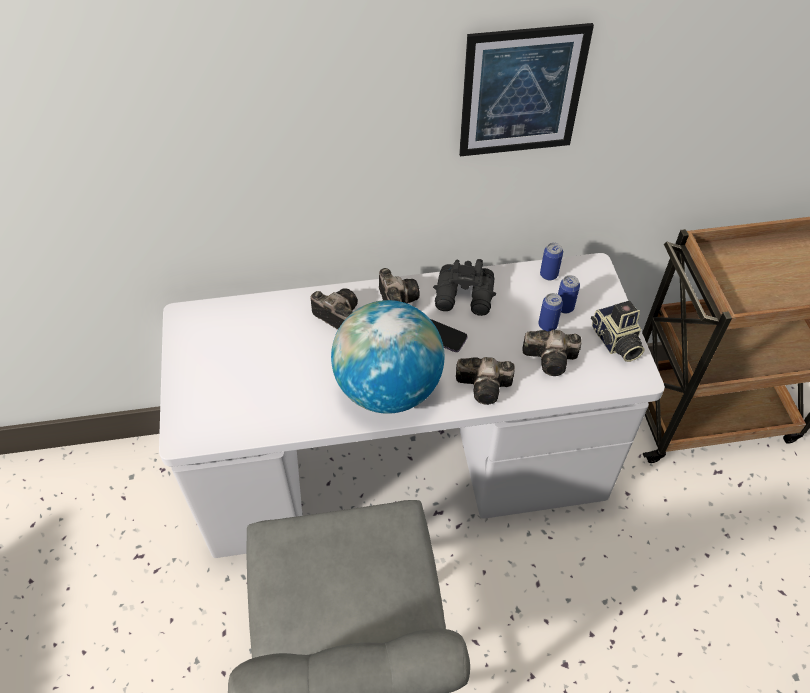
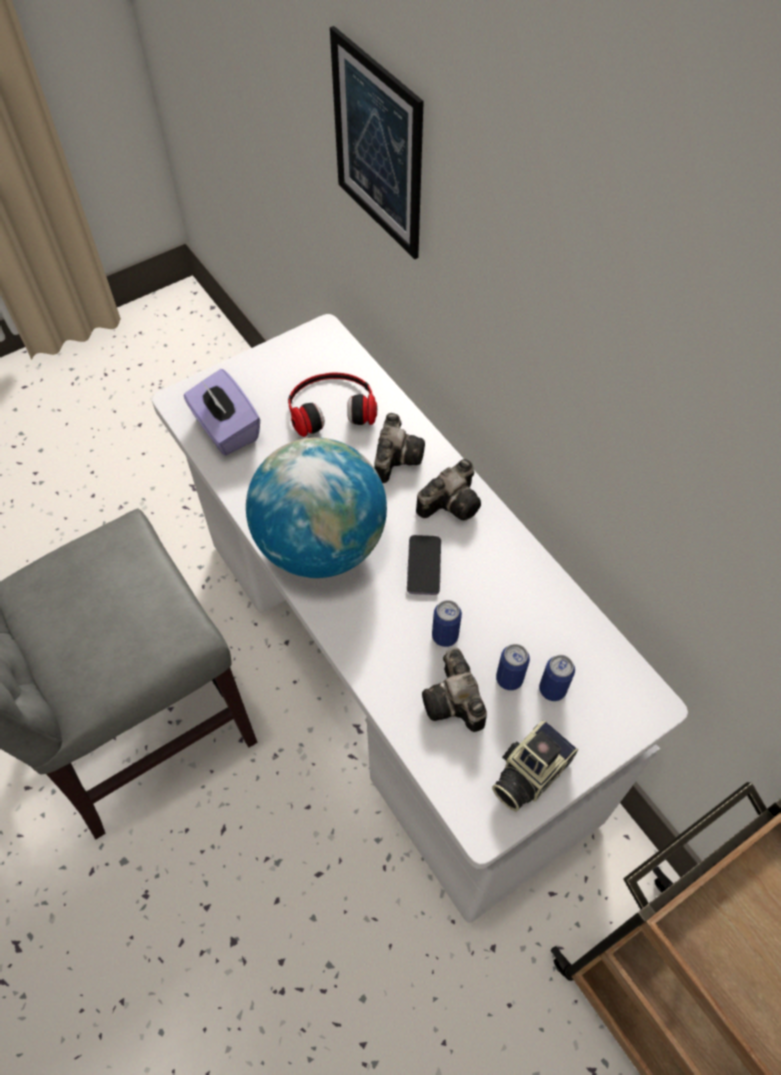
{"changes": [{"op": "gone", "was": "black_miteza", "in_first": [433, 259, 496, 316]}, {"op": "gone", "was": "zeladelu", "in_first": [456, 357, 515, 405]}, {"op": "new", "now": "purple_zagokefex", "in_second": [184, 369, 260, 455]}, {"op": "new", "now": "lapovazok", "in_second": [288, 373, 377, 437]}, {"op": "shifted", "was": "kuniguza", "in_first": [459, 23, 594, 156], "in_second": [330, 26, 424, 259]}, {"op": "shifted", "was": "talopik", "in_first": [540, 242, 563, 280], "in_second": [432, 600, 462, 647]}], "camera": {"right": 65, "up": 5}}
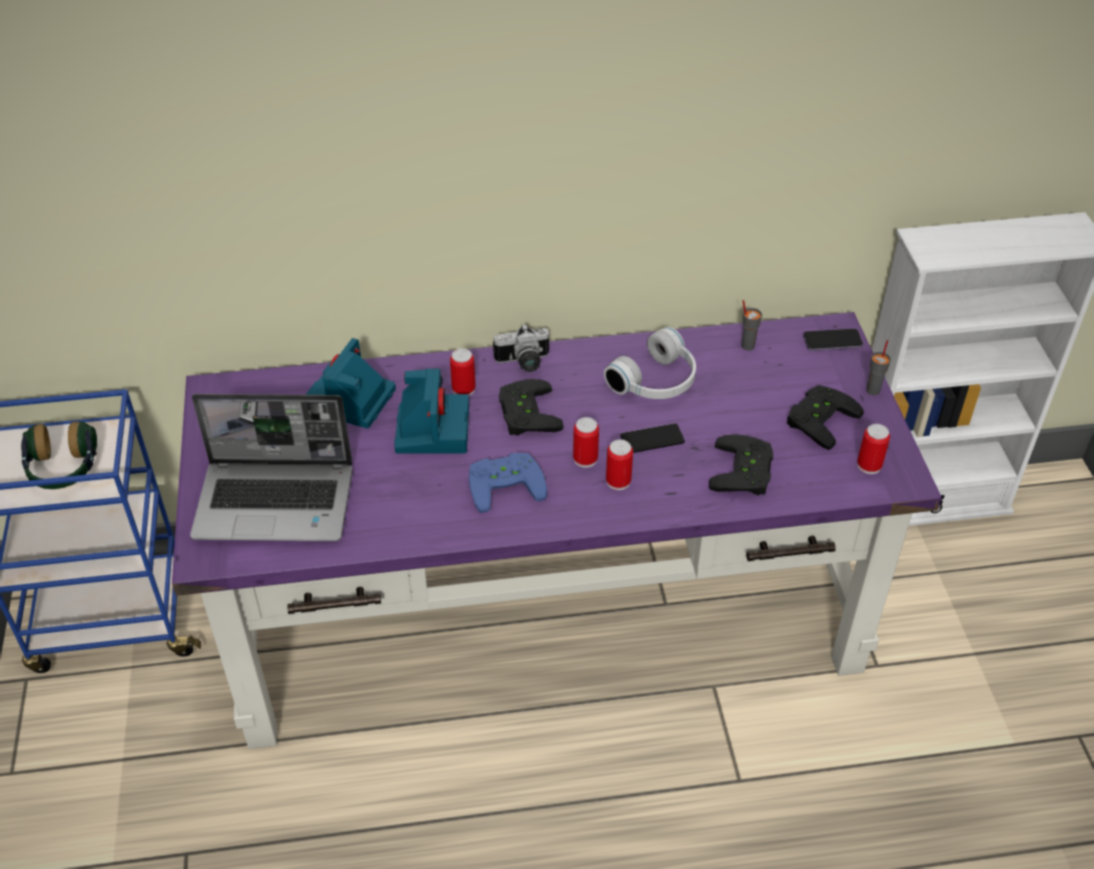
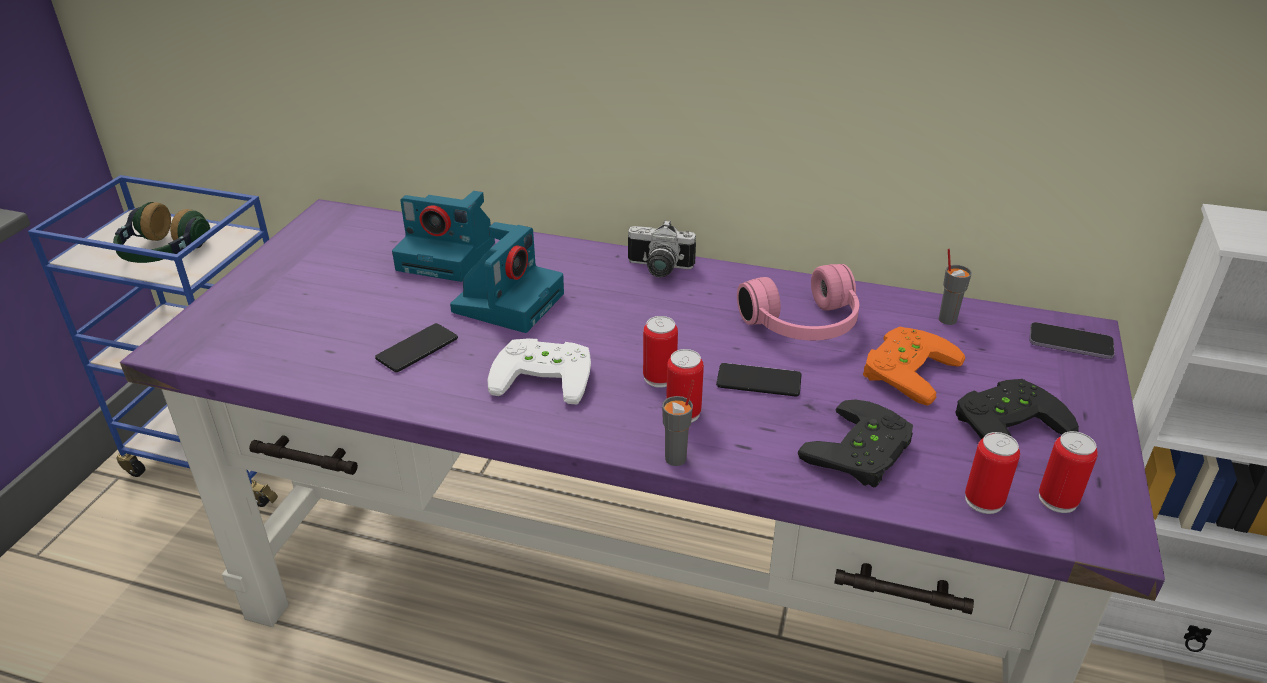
{"changes": [{"op": "gone", "was": "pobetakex", "in_first": [190, 394, 353, 541]}, {"op": "gone", "was": "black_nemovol", "in_first": [499, 379, 564, 436]}, {"op": "new", "now": "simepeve", "in_second": [375, 323, 458, 372]}, {"op": "new", "now": "orange_nemovol", "in_second": [863, 327, 965, 406]}, {"op": "shifted", "was": "talopik", "in_first": [450, 348, 476, 396], "in_second": [965, 432, 1020, 514]}, {"op": "shifted", "was": "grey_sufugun", "in_first": [866, 340, 891, 395], "in_second": [662, 380, 694, 466]}, {"op": "repainted", "was": "blue_nemovol", "now": "white_nemovol", "in_first": [469, 453, 547, 513], "in_second": [487, 338, 591, 405]}, {"op": "repainted", "was": "white_lapovazok", "now": "pink_lapovazok", "in_first": [604, 327, 696, 399], "in_second": [737, 264, 859, 341]}, {"op": "rotated", "was": "zeladelu", "in_first": [306, 338, 396, 429], "in_second": [392, 191, 495, 282], "clockwise": -120}], "camera": {"right": 25, "up": -10}}
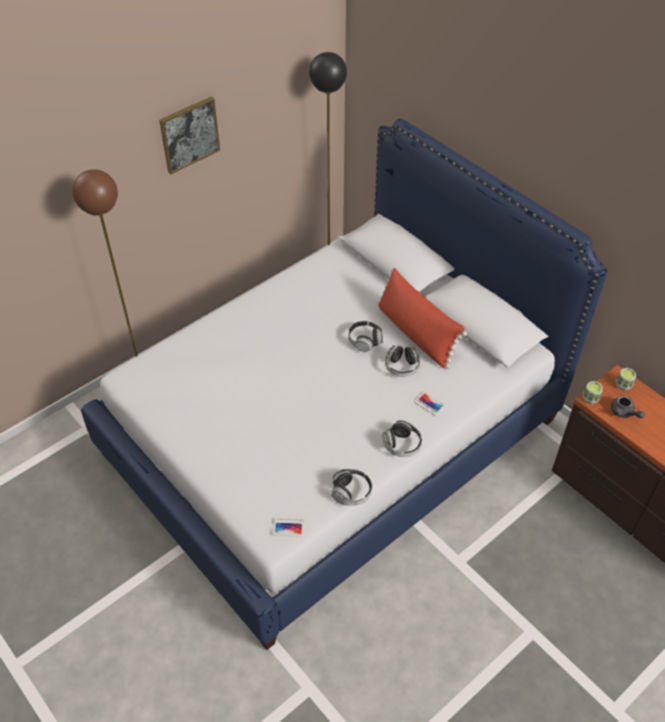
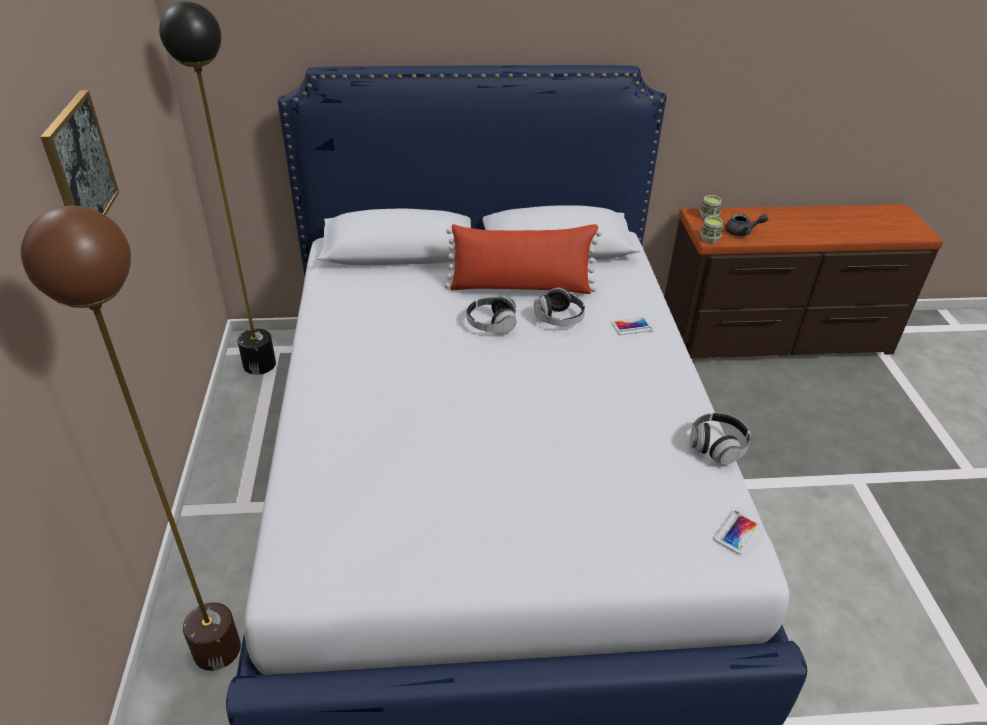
{"changes": [{"op": "gone", "was": "lapovazok", "in_first": [382, 420, 422, 457]}], "camera": {"right": -55, "up": -10}}
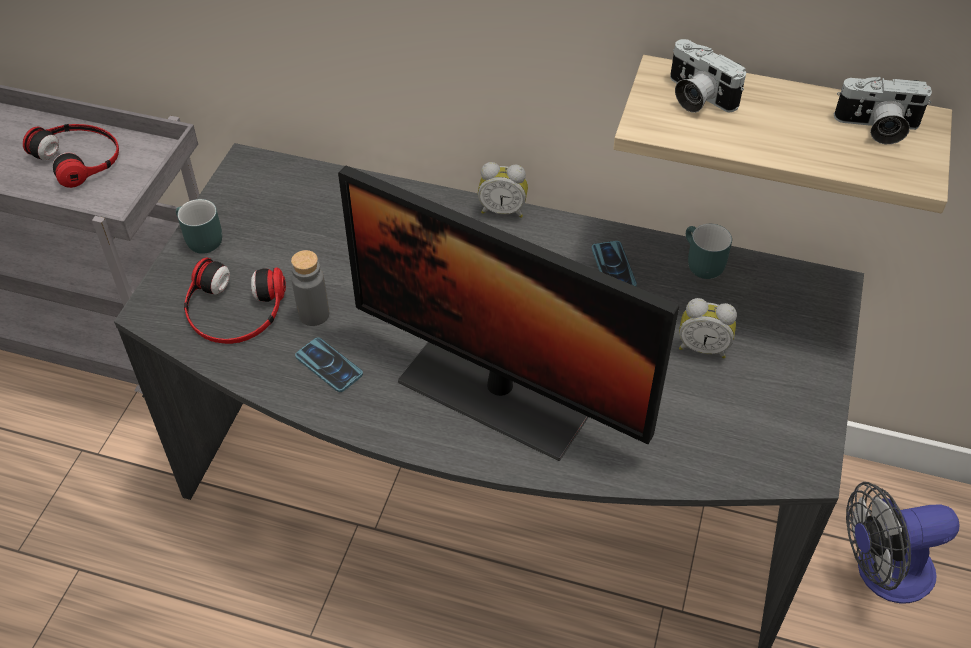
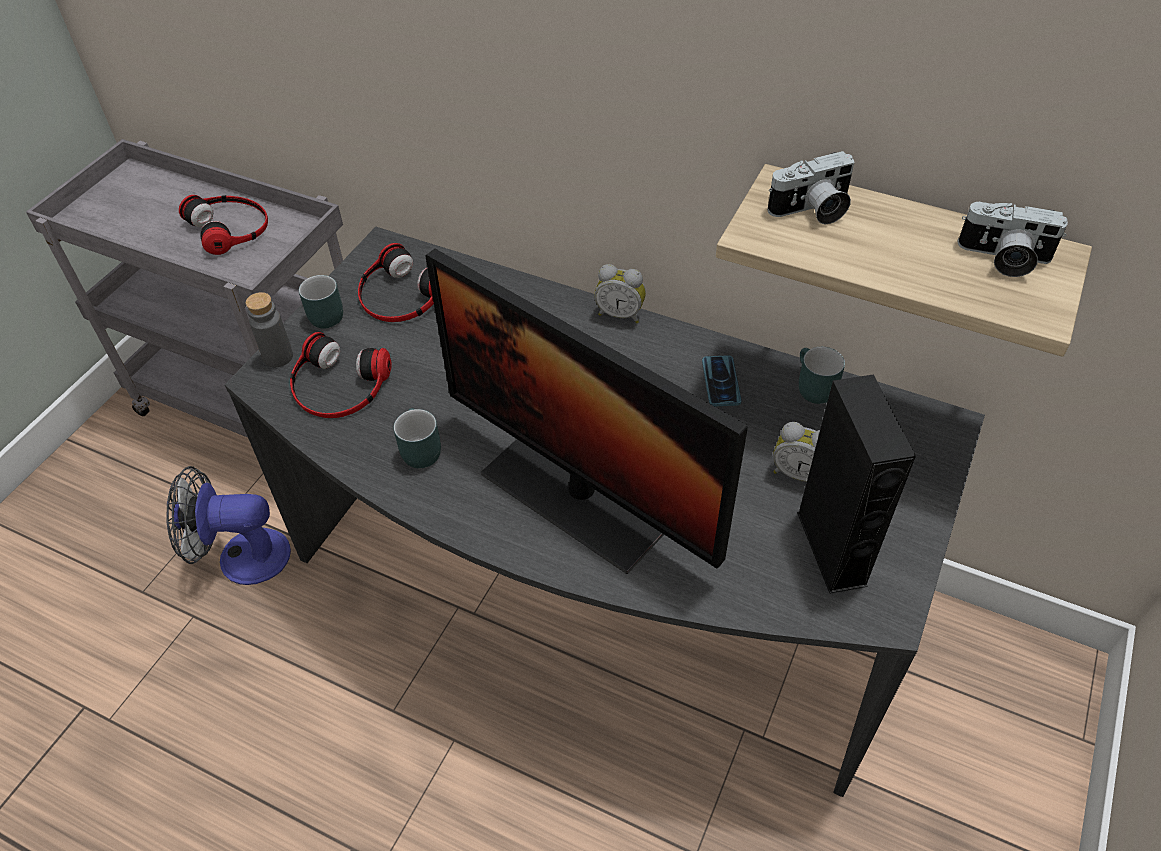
{"changes": [{"op": "new", "now": "lapovazok", "in_second": [358, 243, 434, 322]}, {"op": "new", "now": "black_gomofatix", "in_second": [797, 374, 916, 594]}, {"op": "shifted", "was": "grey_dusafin", "in_first": [291, 250, 329, 326], "in_second": [246, 292, 293, 367]}, {"op": "shifted", "was": "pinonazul", "in_first": [846, 482, 960, 604], "in_second": [166, 466, 291, 585]}, {"op": "swapped", "was": "simepeve", "now": "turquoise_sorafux", "in_first": [295, 337, 363, 392], "in_second": [393, 408, 441, 468]}, {"op": "rotated", "was": "zeladelu", "in_first": [670, 39, 746, 113], "in_second": [767, 151, 854, 224], "clockwise": -75}], "camera": {"right": 10, "up": 0}}
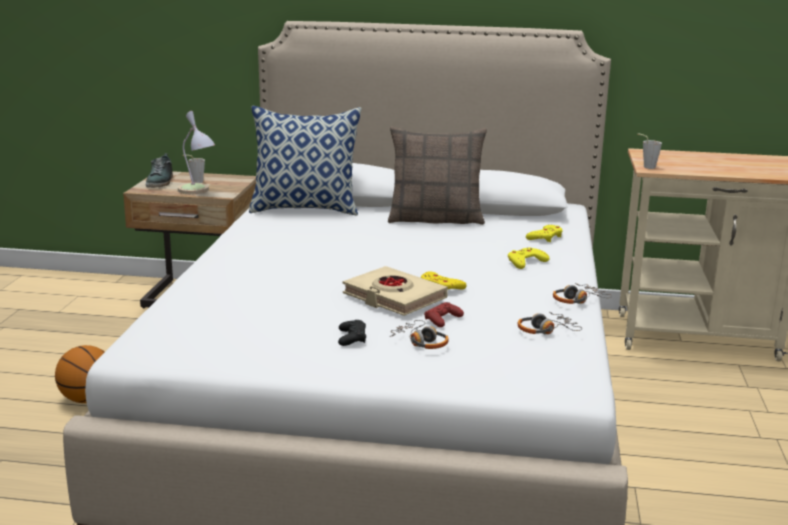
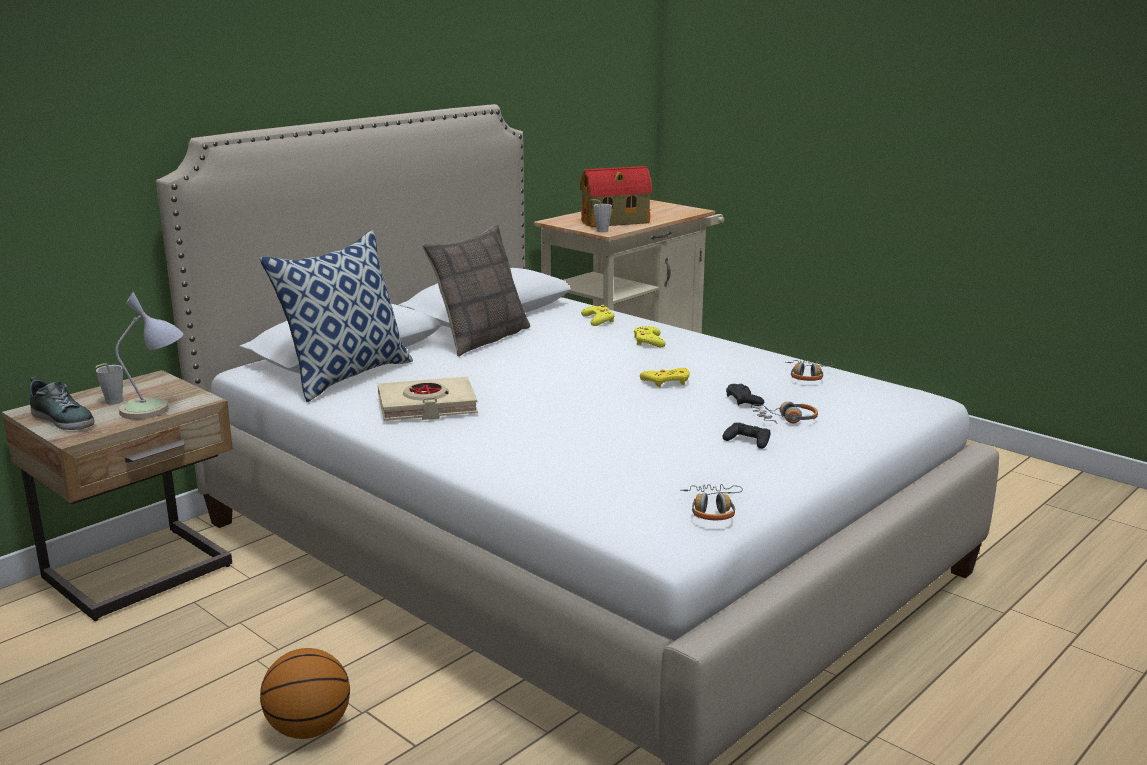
{"changes": [{"op": "new", "now": "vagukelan", "in_second": [580, 166, 652, 227]}, {"op": "shifted", "was": "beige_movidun", "in_first": [343, 266, 448, 316], "in_second": [378, 377, 478, 421]}, {"op": "shifted", "was": "lapovazok", "in_first": [553, 283, 612, 304], "in_second": [680, 484, 743, 520]}, {"op": "repainted", "was": "red_nemovol", "now": "black_nemovol", "in_first": [424, 302, 464, 327], "in_second": [726, 384, 764, 406]}], "camera": {"right": -55, "up": 0}}
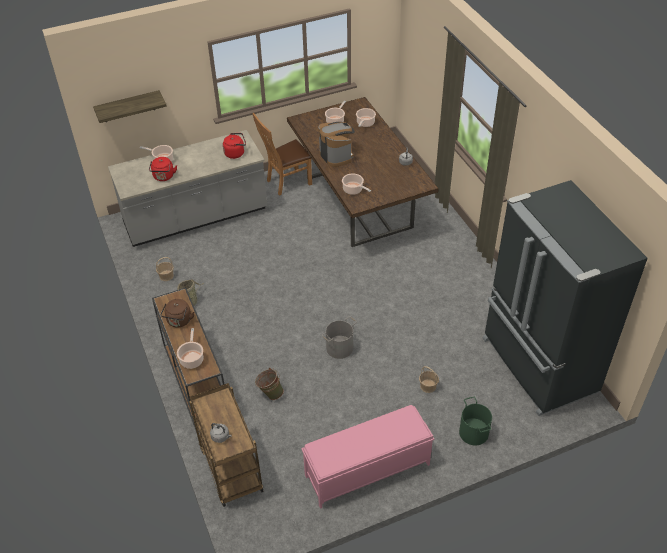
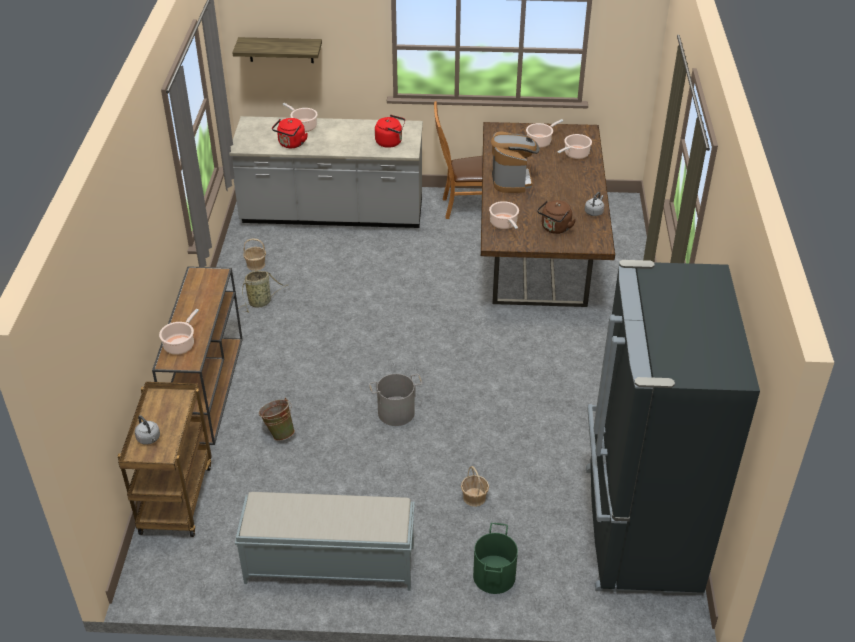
{"changes": [{"op": "shifted", "was": "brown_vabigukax", "in_first": [161, 299, 195, 328], "in_second": [537, 200, 576, 234]}, {"op": "repainted", "was": "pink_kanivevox", "now": "grey_kanivevox", "in_first": [301, 405, 434, 509], "in_second": [235, 492, 415, 591]}], "camera": {"right": 25, "up": -5}}
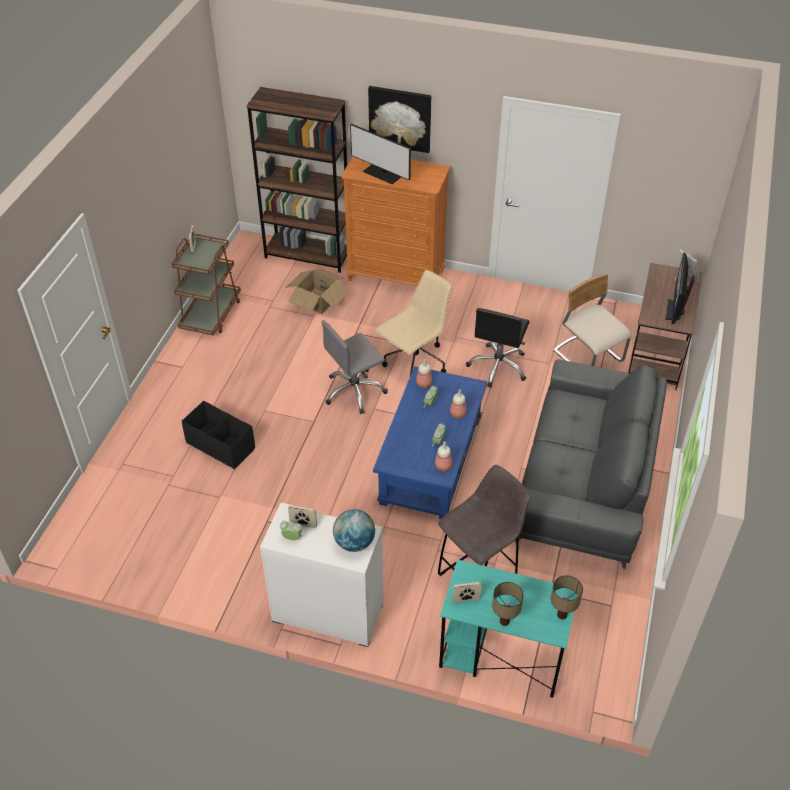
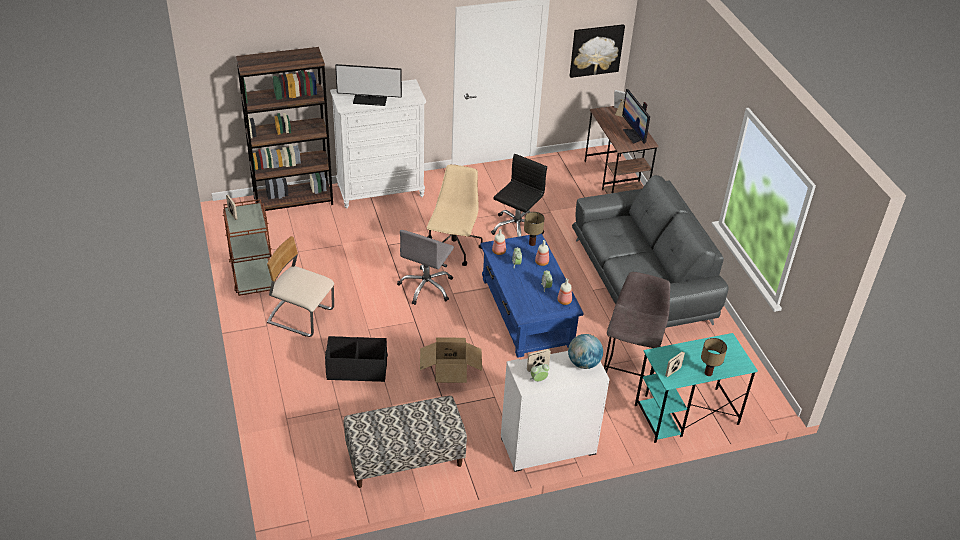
{"changes": [{"op": "new", "now": "kanivevox", "in_second": [344, 396, 467, 488]}, {"op": "shifted", "was": "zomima", "in_first": [285, 269, 349, 314], "in_second": [420, 337, 482, 383]}, {"op": "shifted", "was": "kuniguza", "in_first": [368, 86, 431, 153], "in_second": [570, 24, 625, 78]}, {"op": "shifted", "was": "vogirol", "in_first": [551, 575, 583, 620], "in_second": [524, 212, 544, 246]}, {"op": "shifted", "was": "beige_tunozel", "in_first": [553, 273, 632, 366], "in_second": [267, 236, 334, 337]}, {"op": "repainted", "was": "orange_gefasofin", "now": "white_gefasofin", "in_first": [342, 156, 450, 286], "in_second": [330, 79, 426, 208]}, {"op": "rotated", "was": "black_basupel", "in_first": [466, 308, 530, 388], "in_second": [491, 154, 547, 237], "clockwise": -135}], "camera": {"right": -35, "up": -5}}
